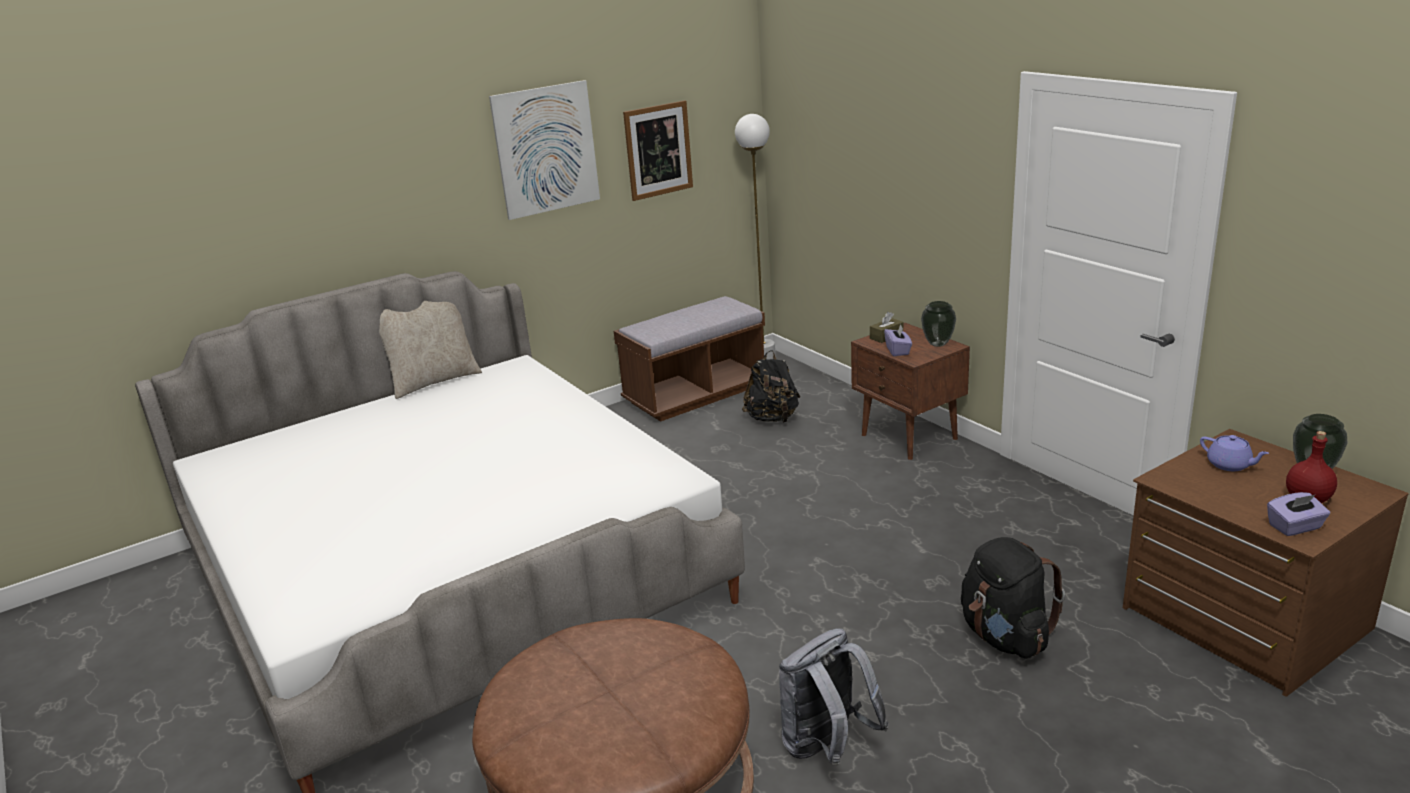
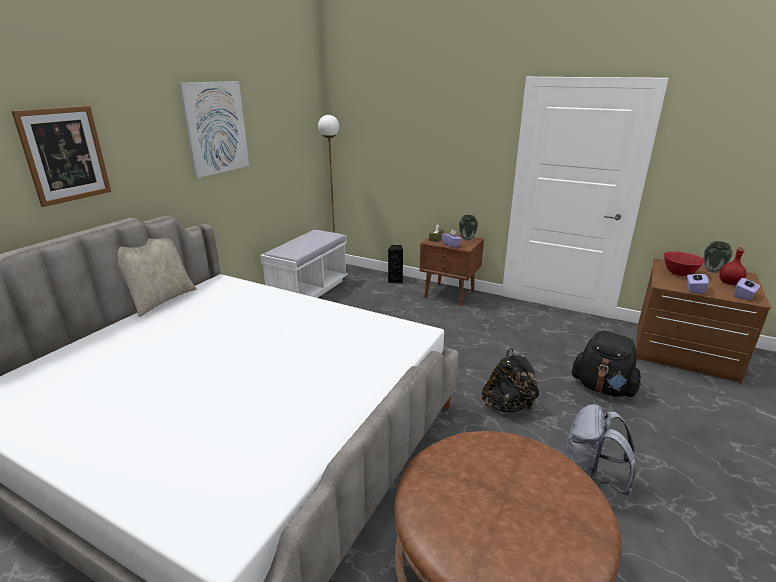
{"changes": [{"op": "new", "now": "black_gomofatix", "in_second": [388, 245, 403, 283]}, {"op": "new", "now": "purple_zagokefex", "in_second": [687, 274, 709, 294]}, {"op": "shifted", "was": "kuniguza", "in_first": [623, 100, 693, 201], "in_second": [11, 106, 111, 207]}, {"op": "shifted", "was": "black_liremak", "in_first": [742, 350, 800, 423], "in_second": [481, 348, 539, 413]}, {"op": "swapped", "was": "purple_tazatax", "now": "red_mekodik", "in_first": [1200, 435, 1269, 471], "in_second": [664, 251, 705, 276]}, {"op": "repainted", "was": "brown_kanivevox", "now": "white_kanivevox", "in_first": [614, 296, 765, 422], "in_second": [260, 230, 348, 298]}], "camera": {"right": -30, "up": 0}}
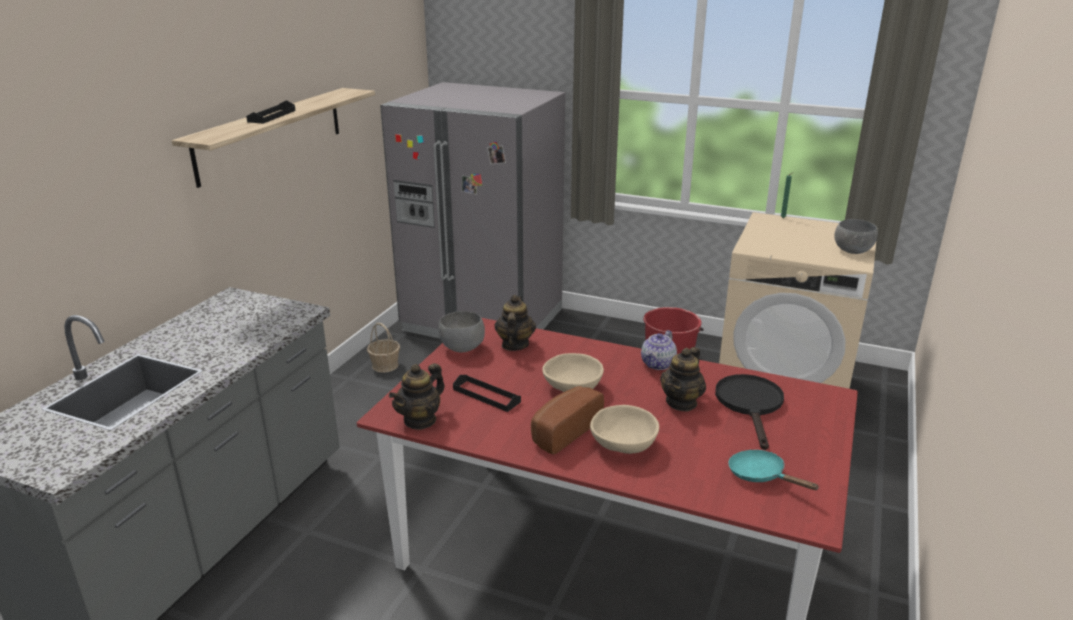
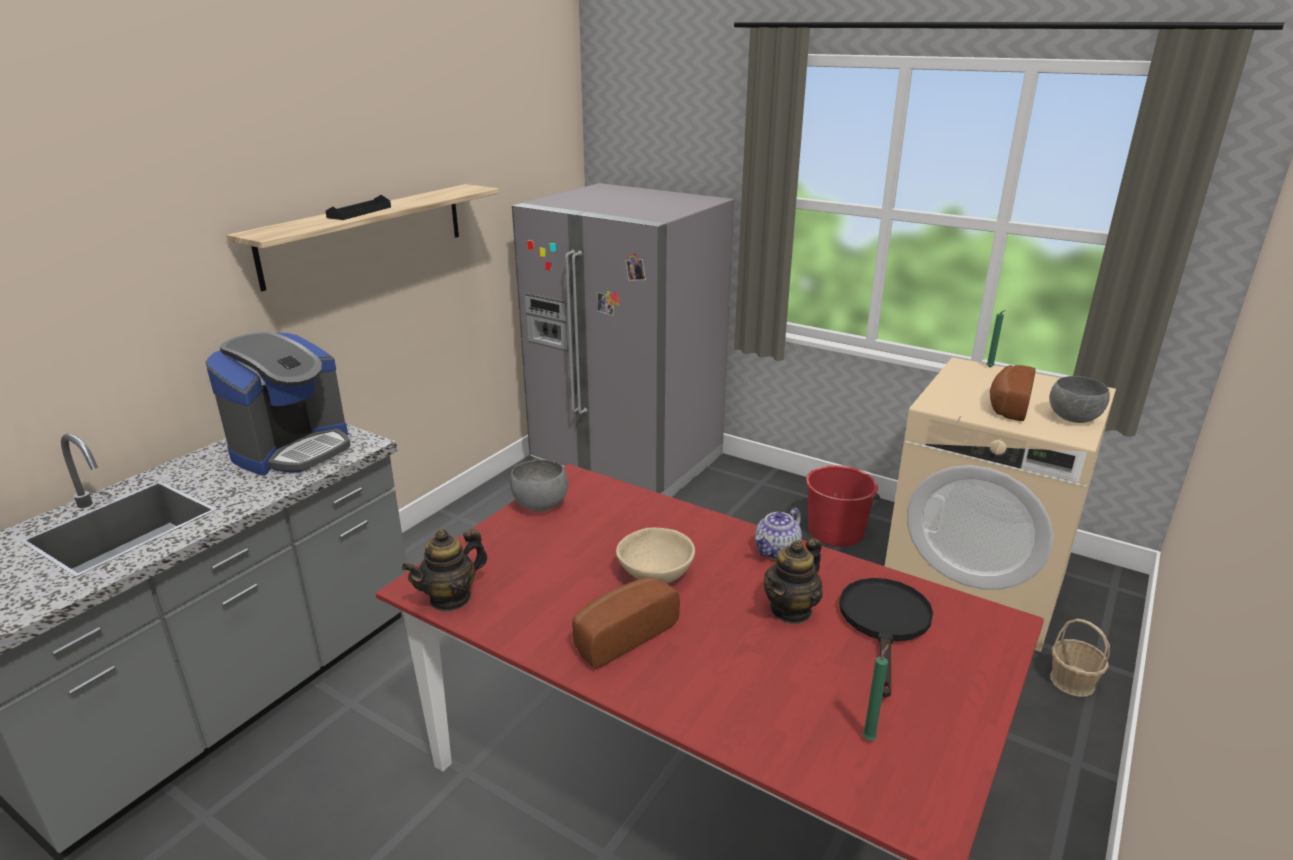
{"changes": [{"op": "gone", "was": "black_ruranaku", "in_first": [453, 375, 521, 412]}, {"op": "gone", "was": "tazatax", "in_first": [495, 295, 536, 351]}, {"op": "gone", "was": "beige_mekodik", "in_first": [590, 405, 659, 454]}, {"op": "new", "now": "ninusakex", "in_second": [205, 332, 351, 476]}, {"op": "new", "now": "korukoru", "in_second": [990, 365, 1036, 421]}, {"op": "shifted", "was": "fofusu", "in_first": [367, 323, 400, 373], "in_second": [1050, 619, 1110, 697]}, {"op": "swapped", "was": "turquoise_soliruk", "now": "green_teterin", "in_first": [728, 450, 820, 490], "in_second": [862, 644, 889, 740]}], "camera": {"right": 10, "up": 0}}
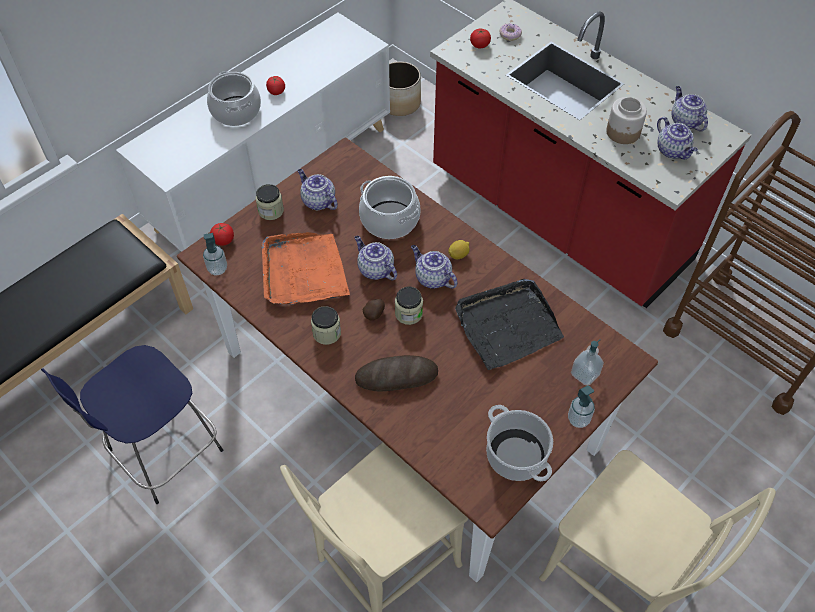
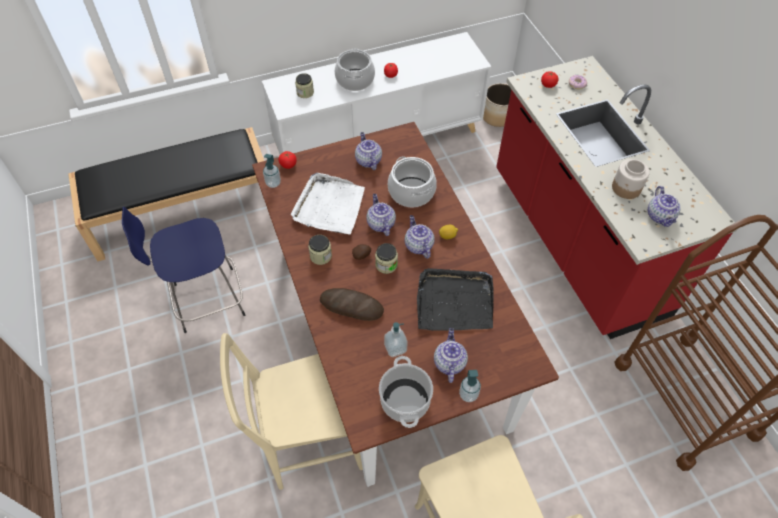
{"changes": [{"op": "shifted", "was": "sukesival", "in_first": [256, 184, 284, 220], "in_second": [295, 73, 314, 98]}, {"op": "shifted", "was": "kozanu", "in_first": [571, 339, 604, 385], "in_second": [384, 322, 408, 357]}, {"op": "shifted", "was": "tazatax", "in_first": [672, 86, 708, 131], "in_second": [434, 328, 468, 383]}, {"op": "repainted", "was": "orange_ruranaku", "now": "white_ruranaku", "in_first": [262, 232, 350, 304], "in_second": [291, 173, 365, 235]}], "camera": {"right": 25, "up": 0}}
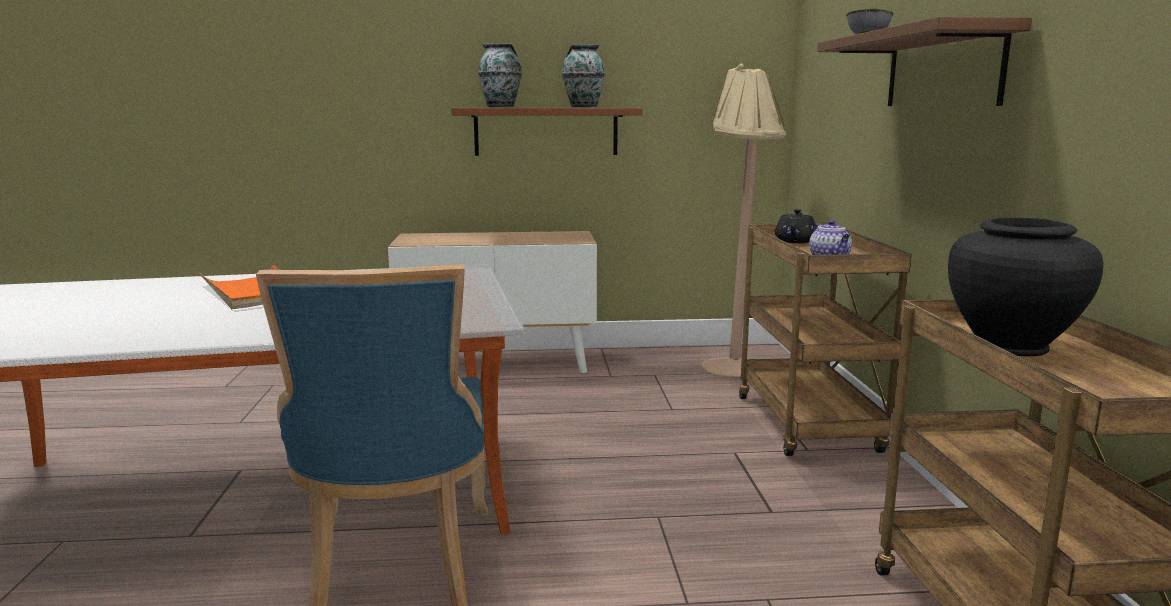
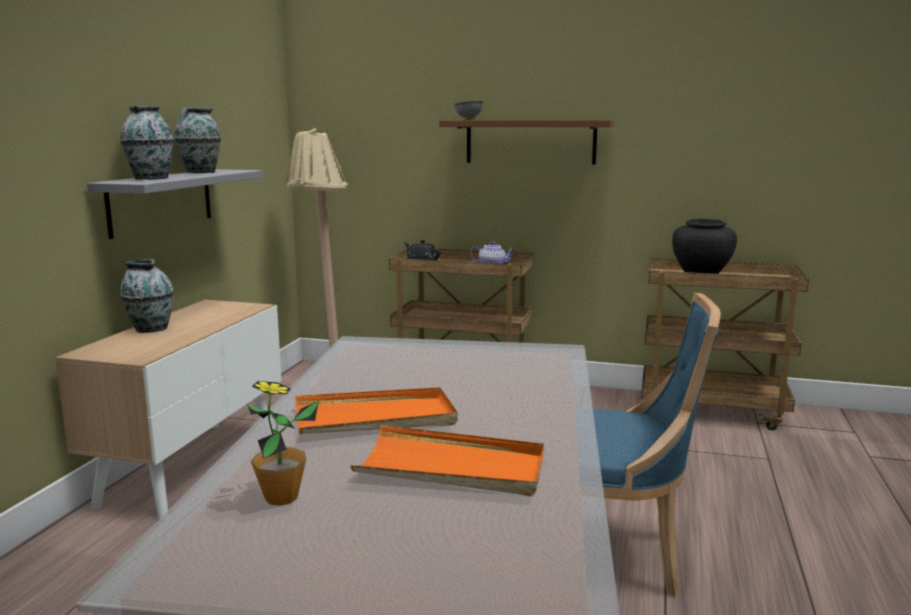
{"changes": [{"op": "new", "now": "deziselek", "in_second": [120, 259, 174, 333]}, {"op": "new", "now": "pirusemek", "in_second": [247, 381, 319, 506]}, {"op": "new", "now": "orange_ruranaku", "in_second": [350, 425, 544, 496]}, {"op": "repainted", "was": "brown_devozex", "now": "grey_devozex", "in_first": [451, 108, 643, 156], "in_second": [87, 169, 263, 239]}], "camera": {"right": -70, "up": 0}}
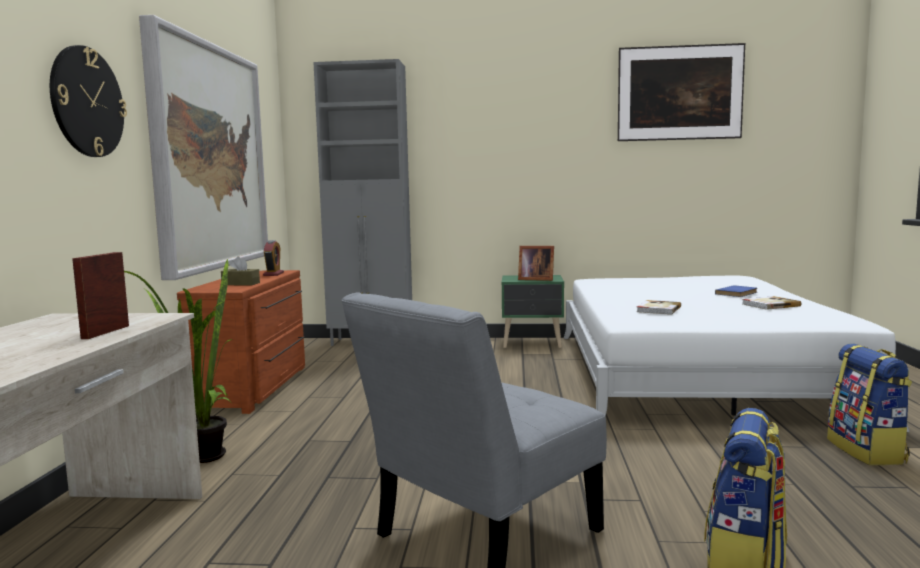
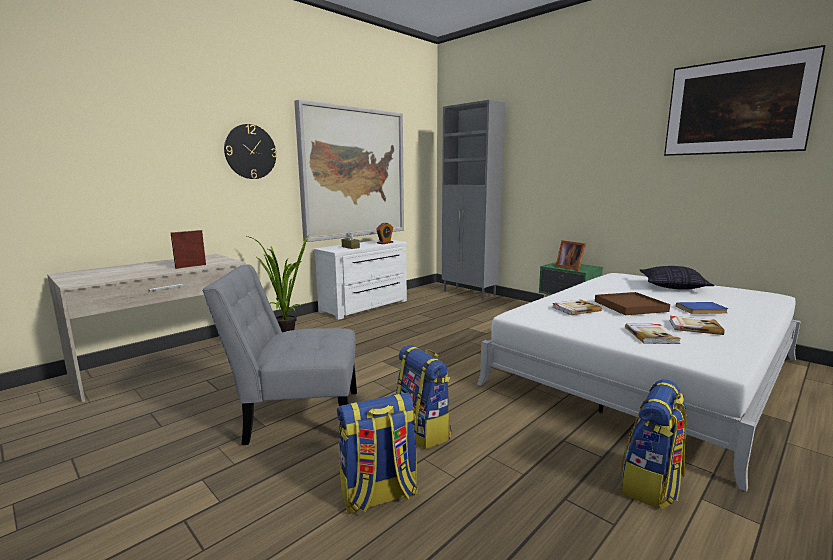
{"changes": [{"op": "new", "now": "liremak", "in_second": [396, 345, 452, 449]}, {"op": "new", "now": "brown_ruranaku", "in_second": [595, 292, 670, 315]}, {"op": "new", "now": "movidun", "in_second": [625, 323, 681, 344]}, {"op": "new", "now": "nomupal", "in_second": [640, 266, 714, 290]}, {"op": "repainted", "was": "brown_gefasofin", "now": "white_gefasofin", "in_first": [177, 270, 305, 414], "in_second": [314, 240, 407, 320]}], "camera": {"right": 40, "up": 5}}
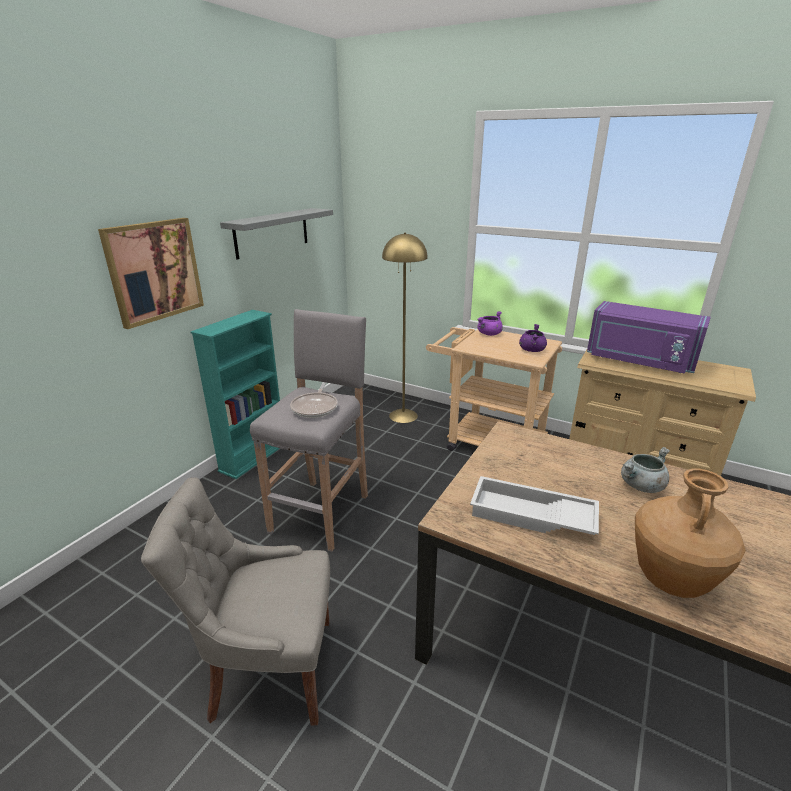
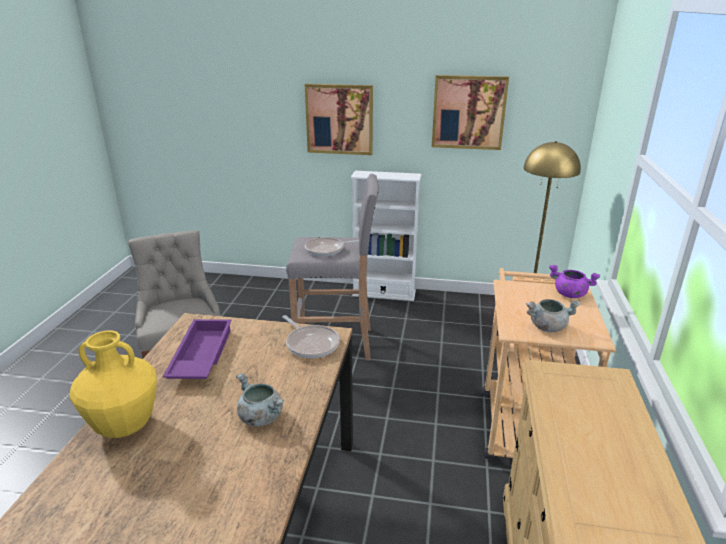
{"changes": [{"op": "gone", "was": "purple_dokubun", "in_first": [587, 301, 711, 374]}, {"op": "new", "now": "soliruk", "in_second": [282, 315, 340, 358]}, {"op": "swapped", "was": "grey_devozex", "now": "kuniguza", "in_first": [220, 208, 333, 259], "in_second": [432, 75, 509, 150]}, {"op": "repainted", "was": "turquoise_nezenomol", "now": "white_nezenomol", "in_first": [191, 310, 280, 479], "in_second": [351, 171, 421, 301]}, {"op": "repainted", "was": "white_ruranaku", "now": "purple_ruranaku", "in_first": [470, 476, 599, 535], "in_second": [163, 319, 232, 379]}, {"op": "repainted", "was": "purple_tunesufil", "now": "grey_tunesufil", "in_first": [519, 324, 547, 352], "in_second": [526, 299, 580, 332]}, {"op": "repainted", "was": "brown_deziselek", "now": "yellow_deziselek", "in_first": [635, 469, 746, 598], "in_second": [69, 330, 157, 438]}], "camera": {"right": 70, "up": 0}}
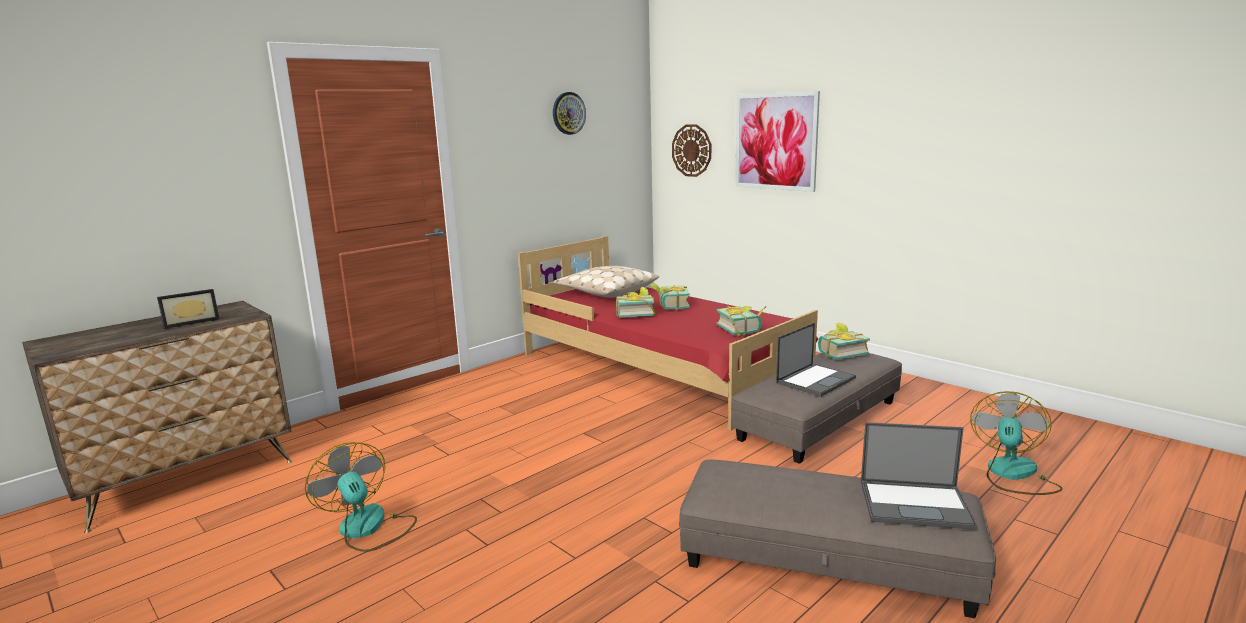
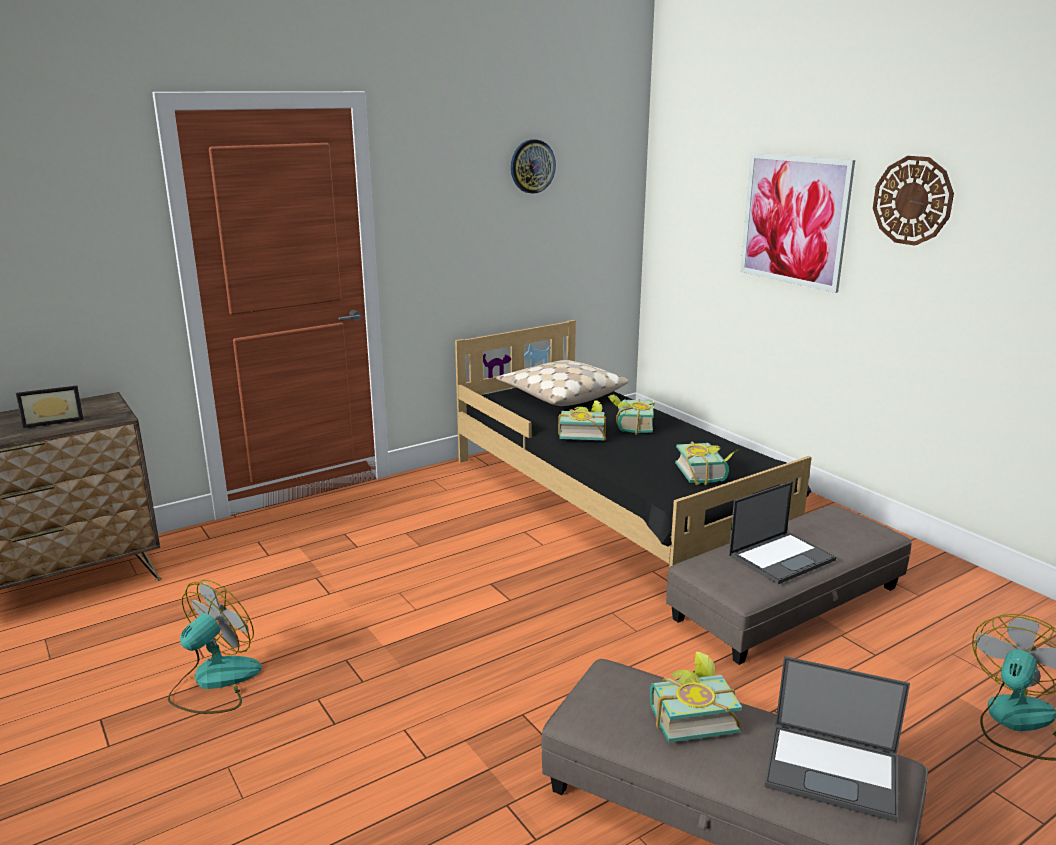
{"changes": [{"op": "shifted", "was": "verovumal", "in_first": [672, 124, 711, 177], "in_second": [873, 156, 954, 246]}, {"op": "shifted", "was": "movidun", "in_first": [818, 323, 870, 360], "in_second": [650, 652, 742, 742]}, {"op": "repainted", "was": "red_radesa", "now": "black_radesa", "in_first": [518, 236, 818, 431], "in_second": [455, 320, 812, 567]}, {"op": "rotated", "was": "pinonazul", "in_first": [305, 442, 417, 552], "in_second": [168, 580, 262, 714], "clockwise": 60}], "camera": {"right": 10, "up": 5}}
